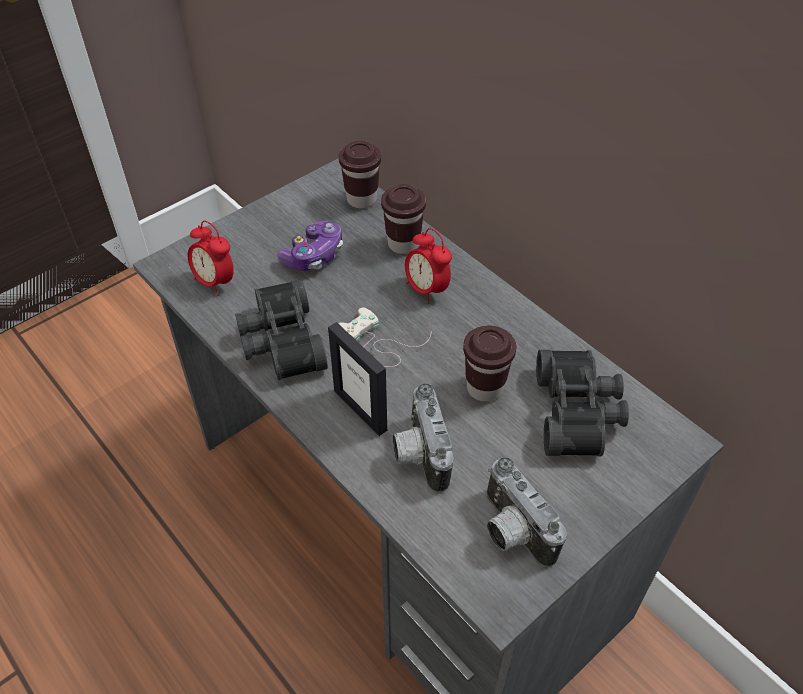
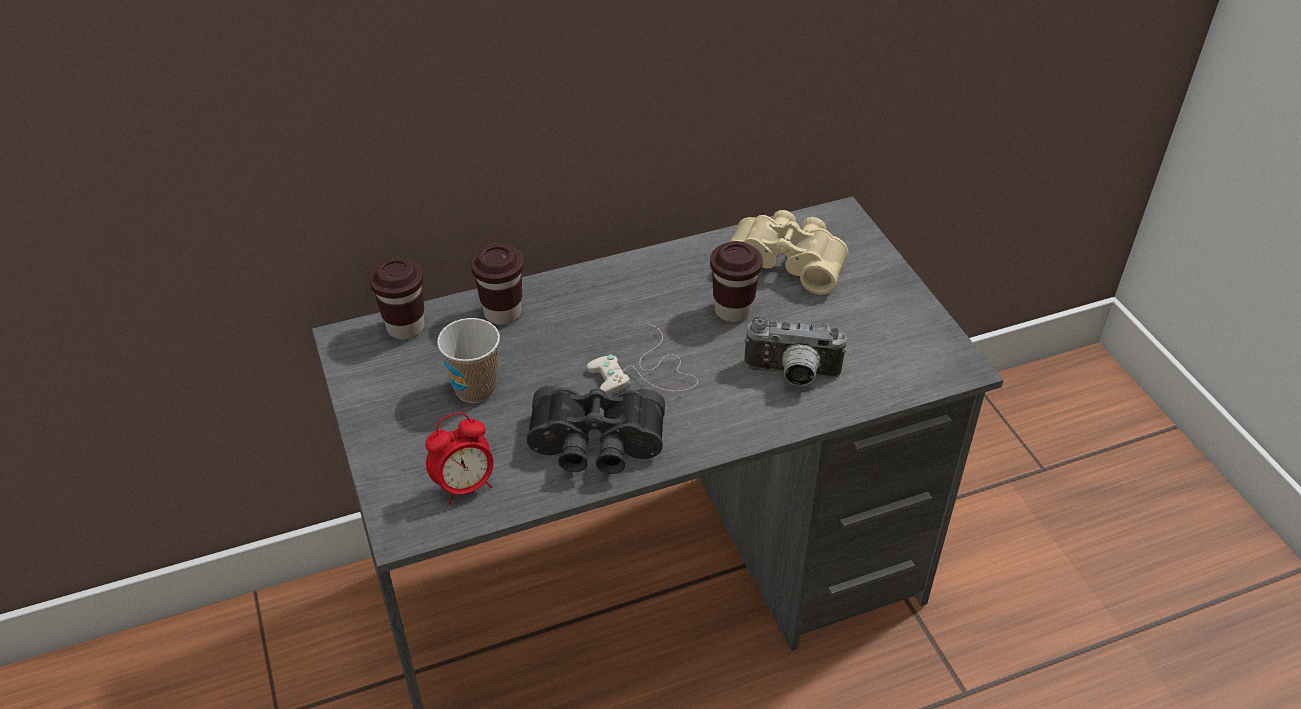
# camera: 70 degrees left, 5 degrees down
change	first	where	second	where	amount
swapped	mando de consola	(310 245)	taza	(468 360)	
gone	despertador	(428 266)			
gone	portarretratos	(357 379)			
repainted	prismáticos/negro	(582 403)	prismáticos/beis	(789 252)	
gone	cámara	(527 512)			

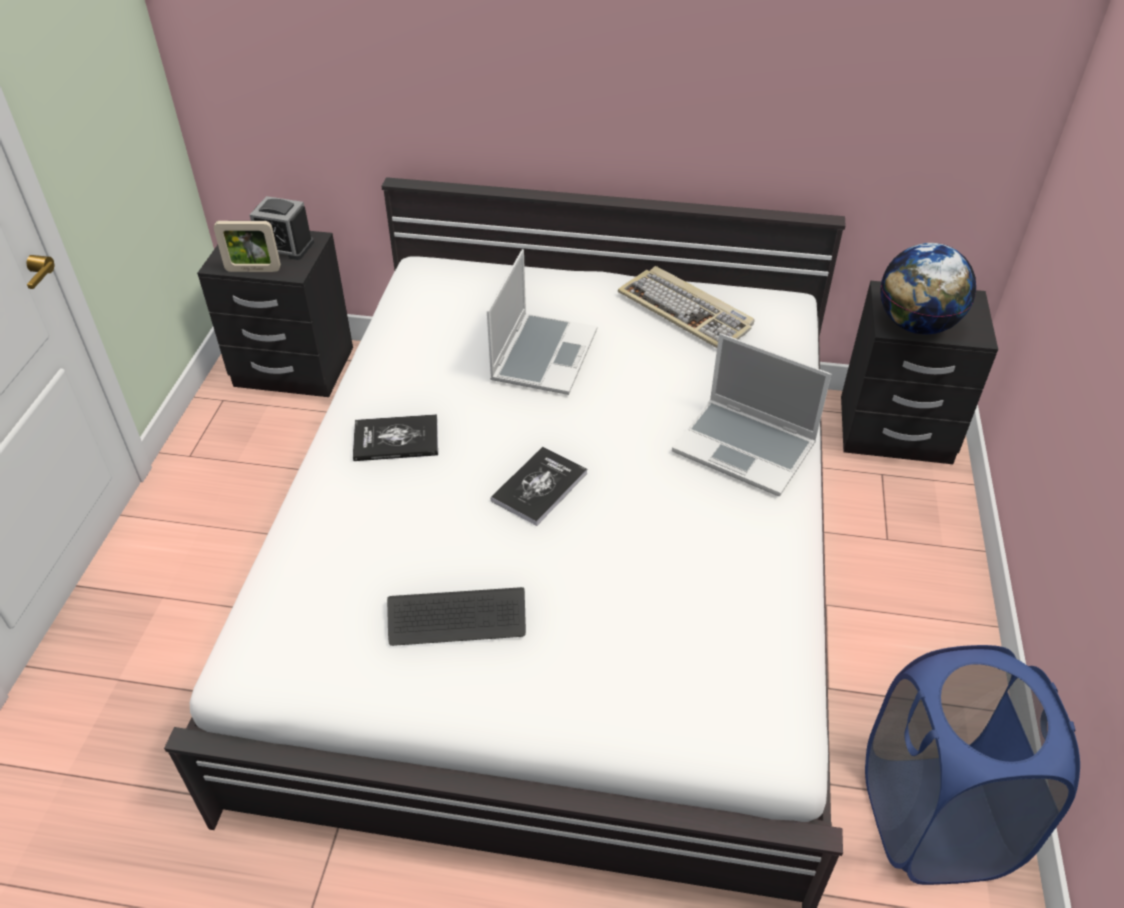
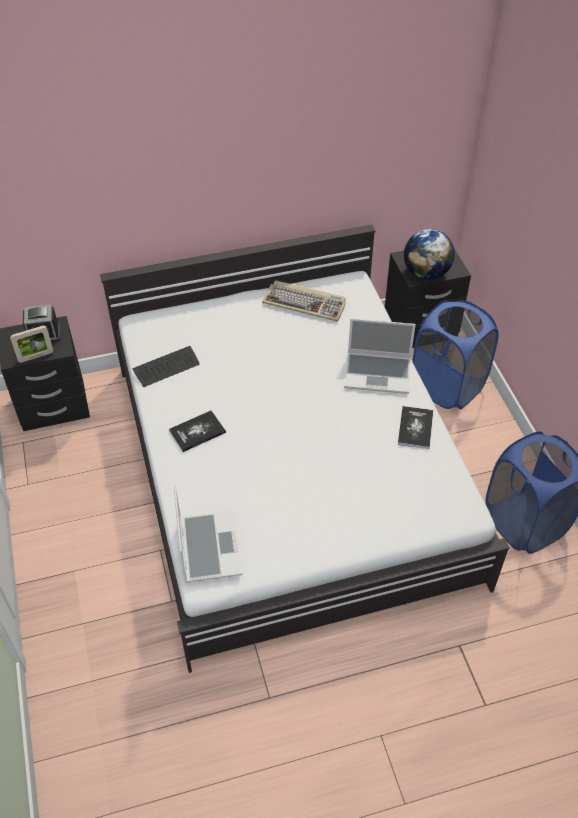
# camera: 25 degrees left, 5 degrees up
change	first	where	second	where	amount
shifted	portátil	(542 322)		(208 534)	
shifted	libro	(539 486)		(415 427)	
shifted	teclado	(456 616)		(166 366)	
new			cesto de la ropa/azul	(455 354)	

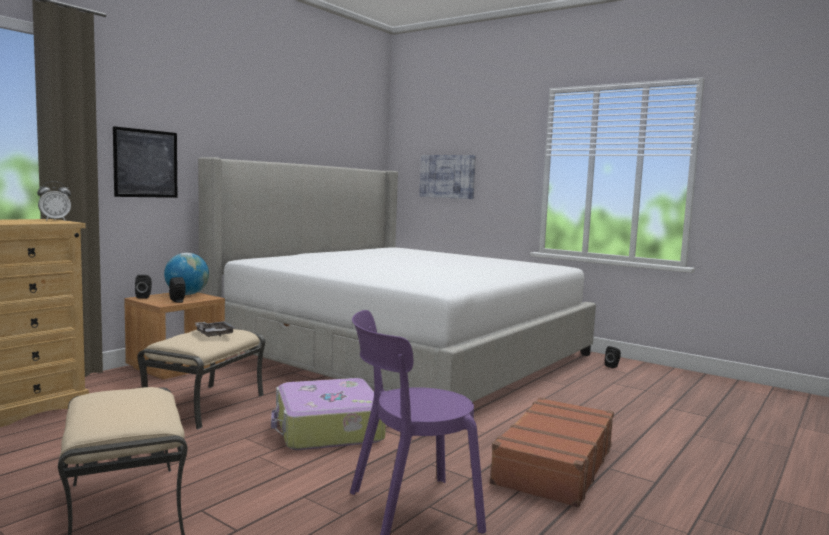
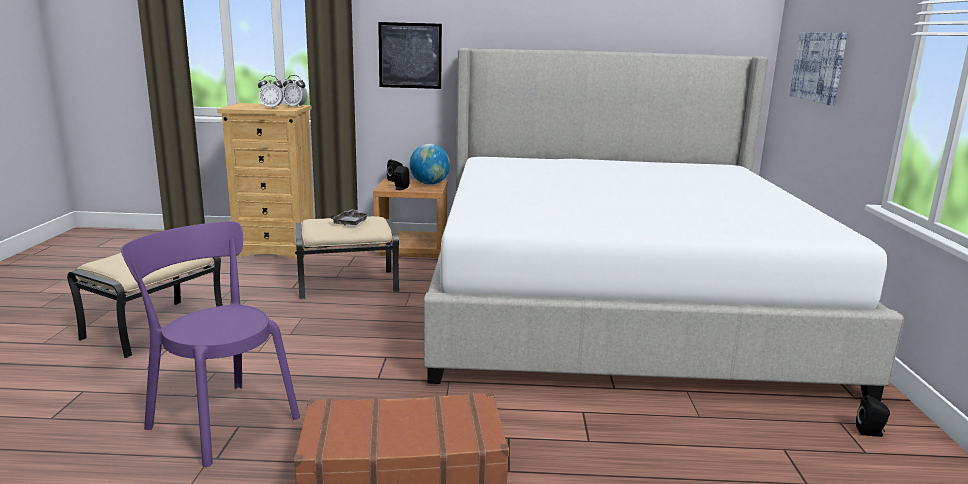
# camera: 55 degrees right, 10 degrees up
change	first	where	second	where	amount
gone	maleta	(328 414)			
new			despertador	(271 92)	

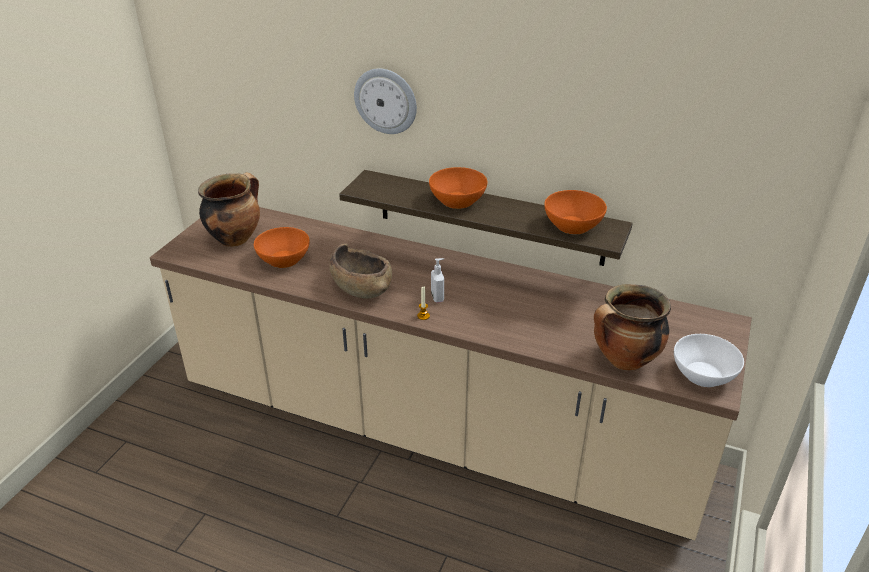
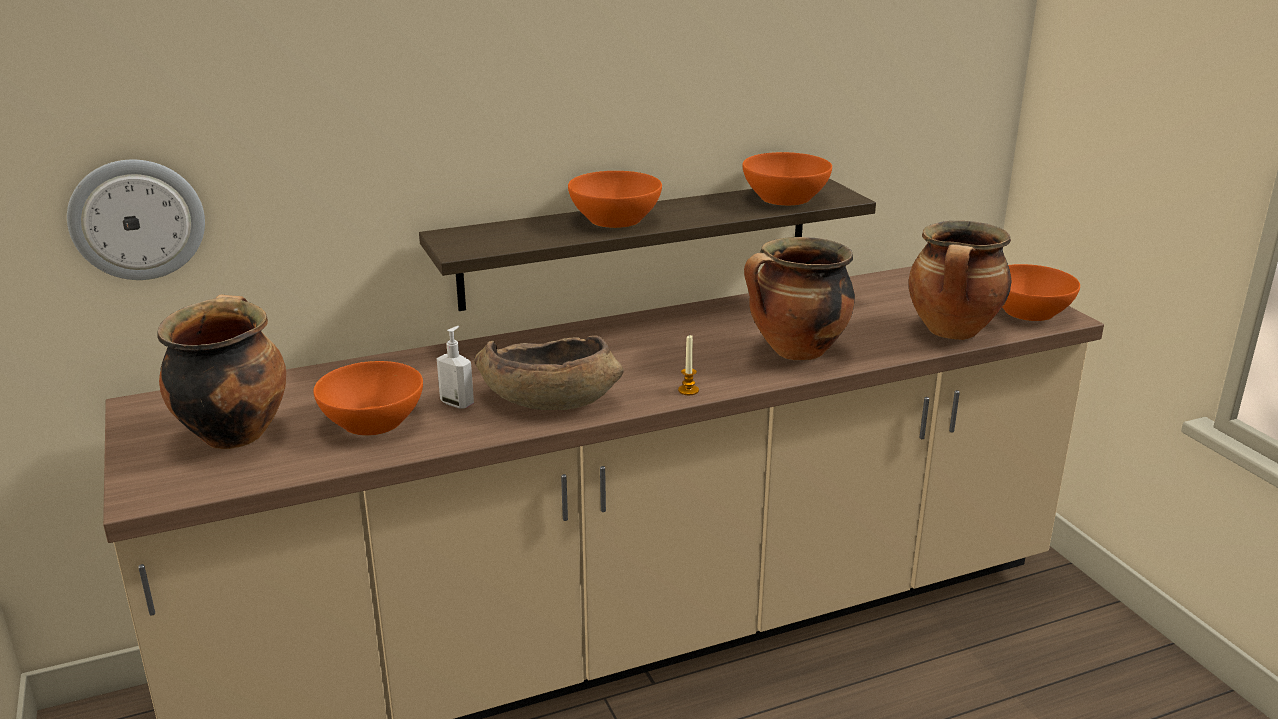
# camera: 45 degrees left, 10 degrees down
change	first	where	second	where	amount
shifted	reloj de pared	(385 101)		(136 220)	
shifted	dispensador de jabón	(437 280)		(455 367)	
repainted	cuenco/blanco	(709 360)	cuenco/naranja	(1041 292)	
new			olla	(799 298)	

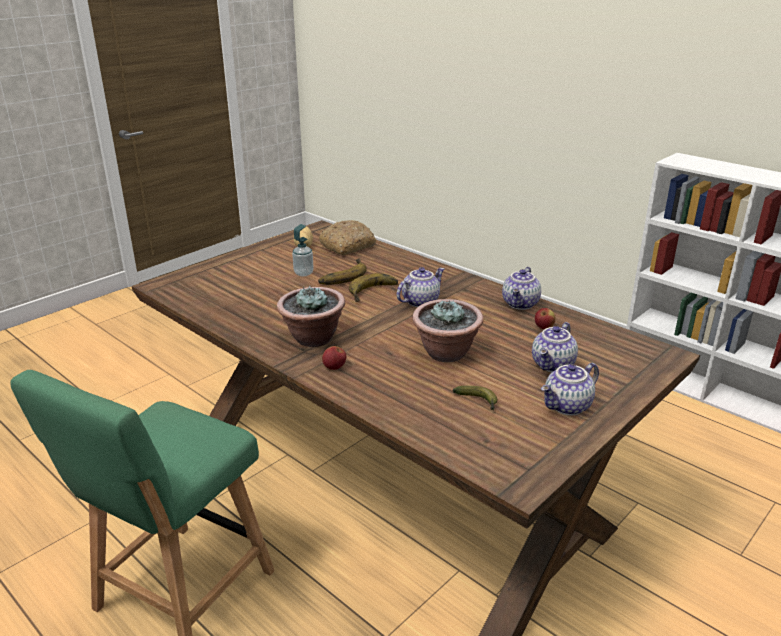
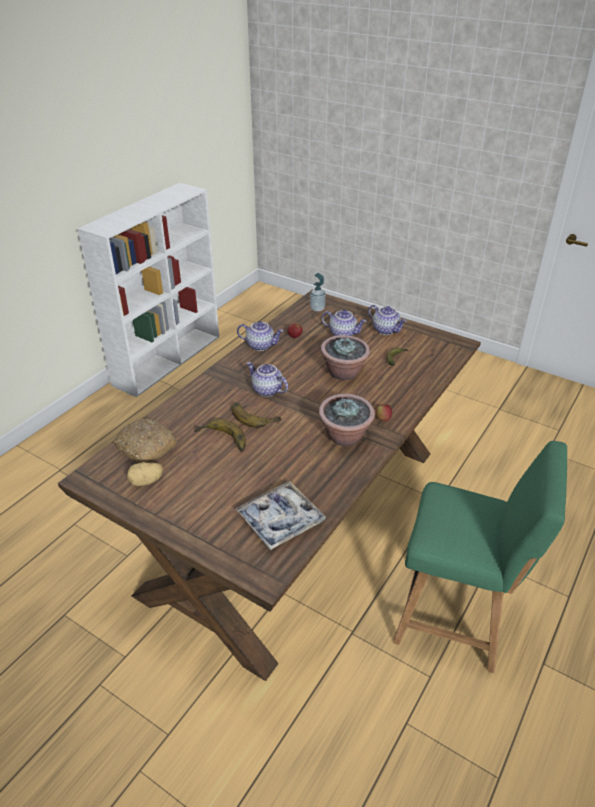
# camera: 100 degrees left, 10 degrees up
change	first	where	second	where	amount
shifted	dispensador de jabón	(303 250)		(317 292)	
new			bandeja	(280 515)	

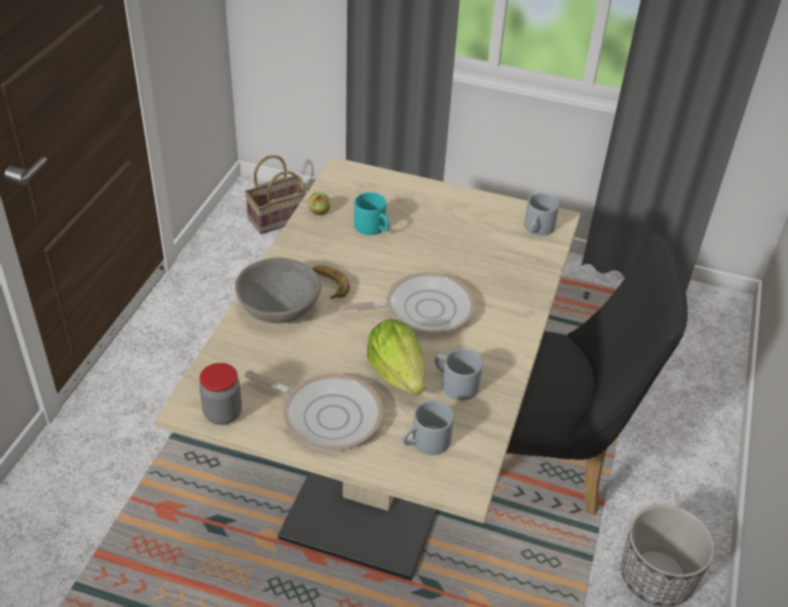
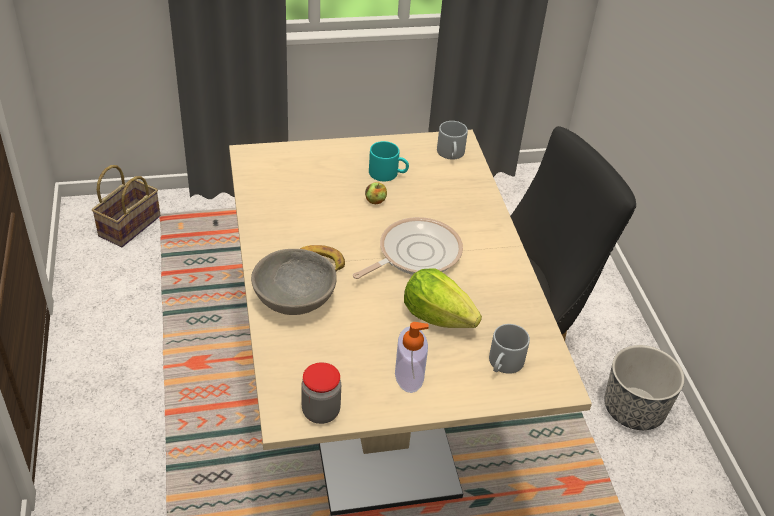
# camera: 30 degrees left, 0 degrees up
change	first	where	second	where	amount
shifted	taza grande/turquesa	(371 213)		(389 161)	
shifted	manzana	(319 204)		(376 193)	
gone	taza grande/gris	(459 374)			
swapped	sartén	(314 410)	dispensador de jabón	(412 357)	

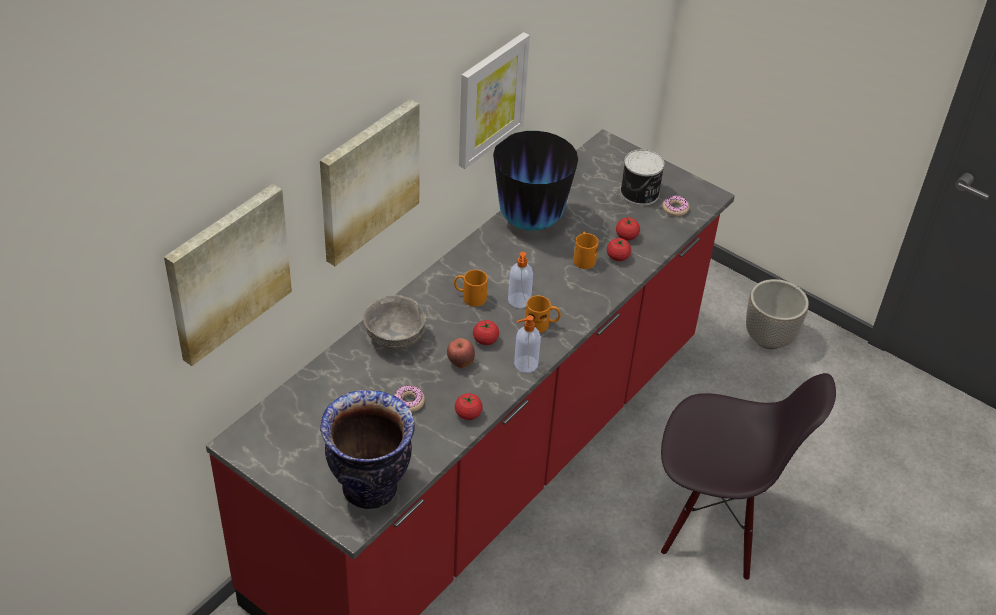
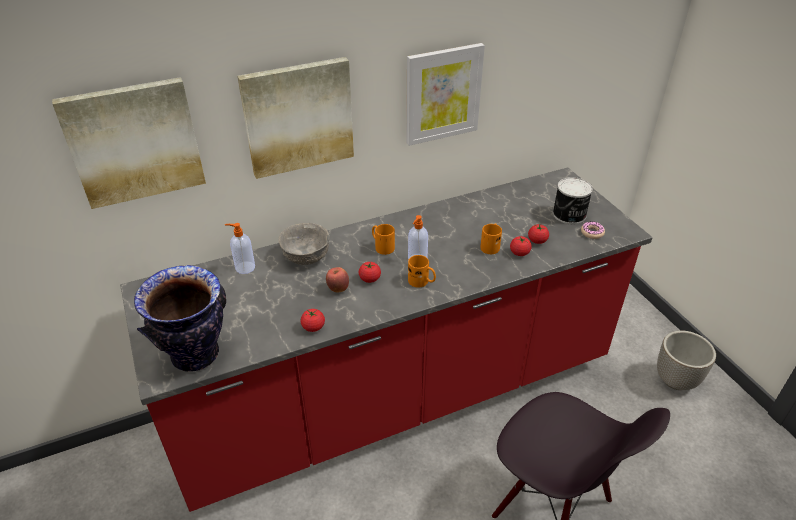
# camera: 30 degrees right, 5 degrees down
change	first	where	second	where	amount
gone	florero	(535 180)			
shifted	dispensador de jabón	(527 344)		(240 248)	
gone	rosquilla	(409 399)			

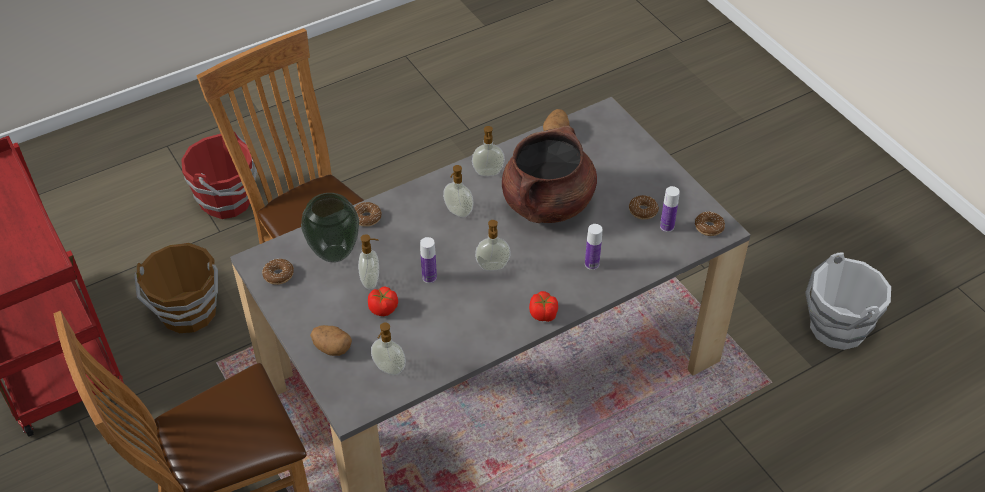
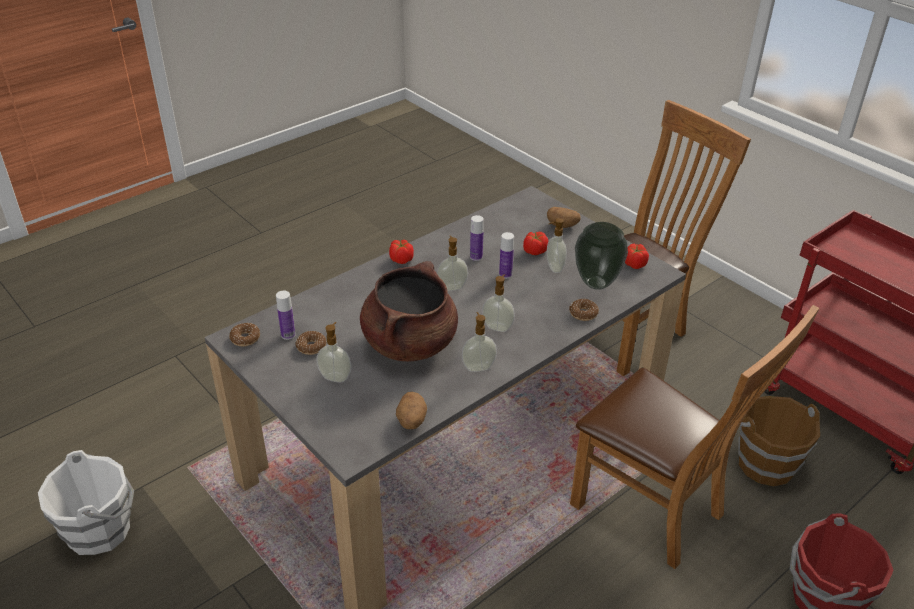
# camera: 170 degrees right, 10 degrees down
change	first	where	second	where	amount
shifted	botella	(594 247)		(477 238)	
swapped	rosquilla	(278 272)	tomate	(637 256)	
shifted	dispensador de jabón	(388 348)		(333 352)	

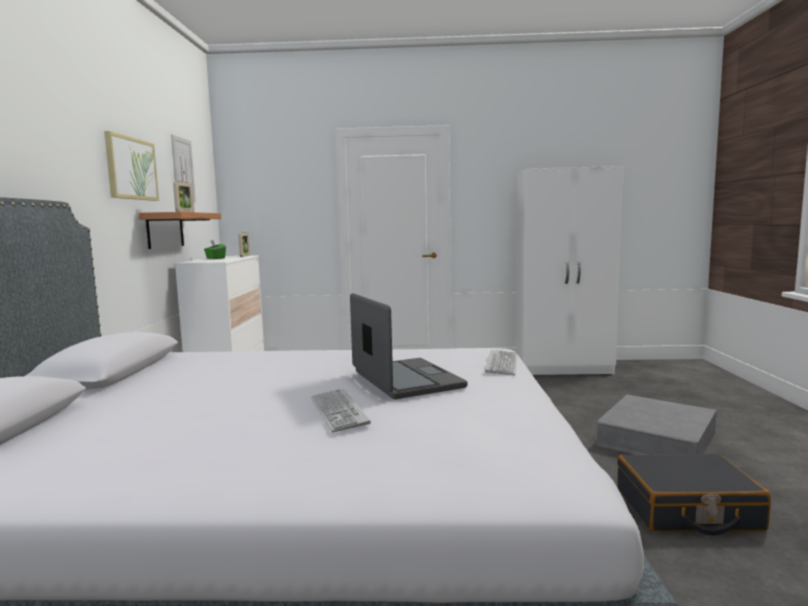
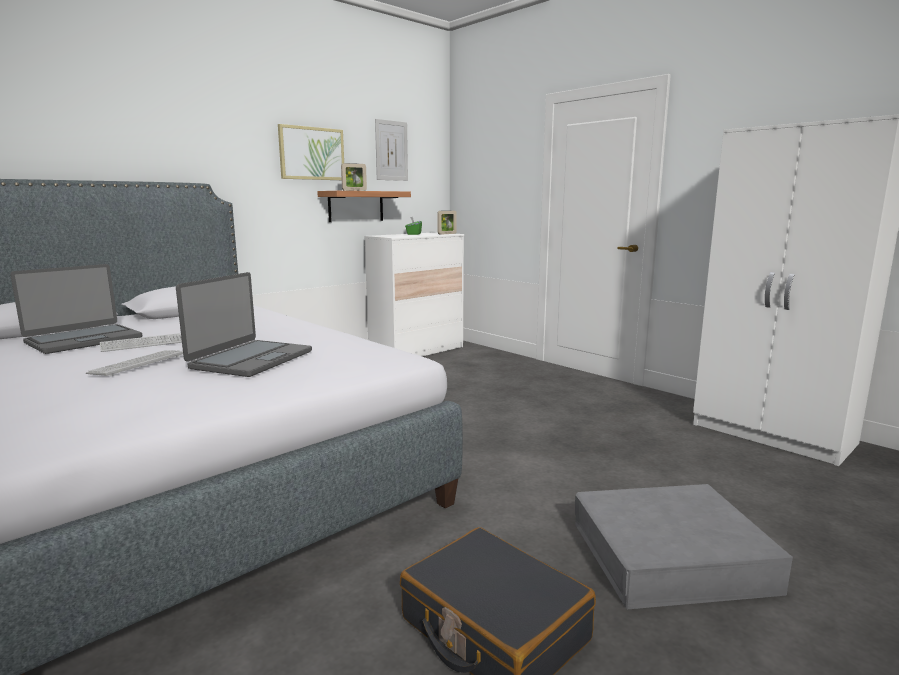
# camera: 45 degrees right, 5 degrees up
change	first	where	second	where	amount
shifted	teclado	(501 362)		(141 342)	
new			portátil	(76 309)	

